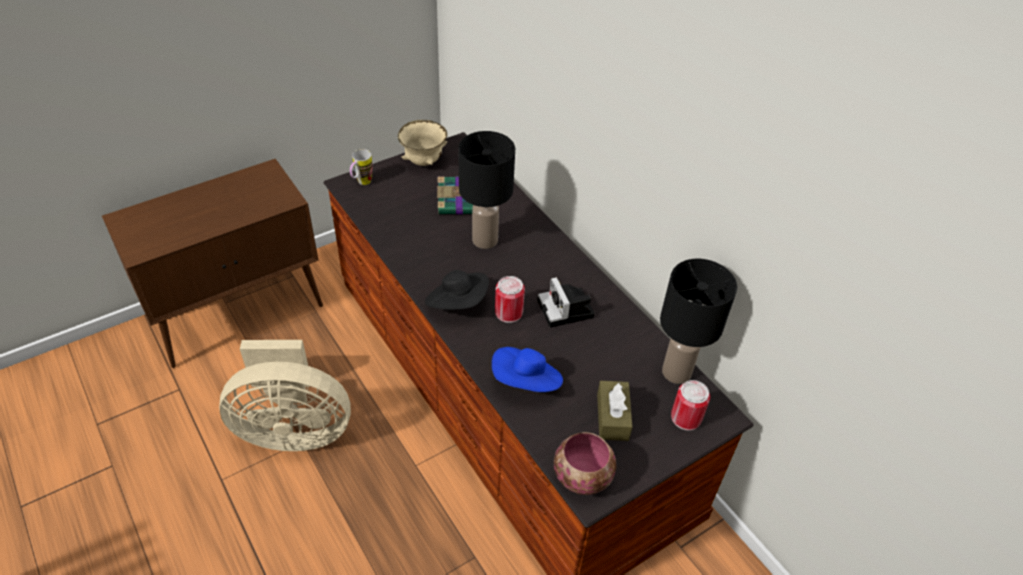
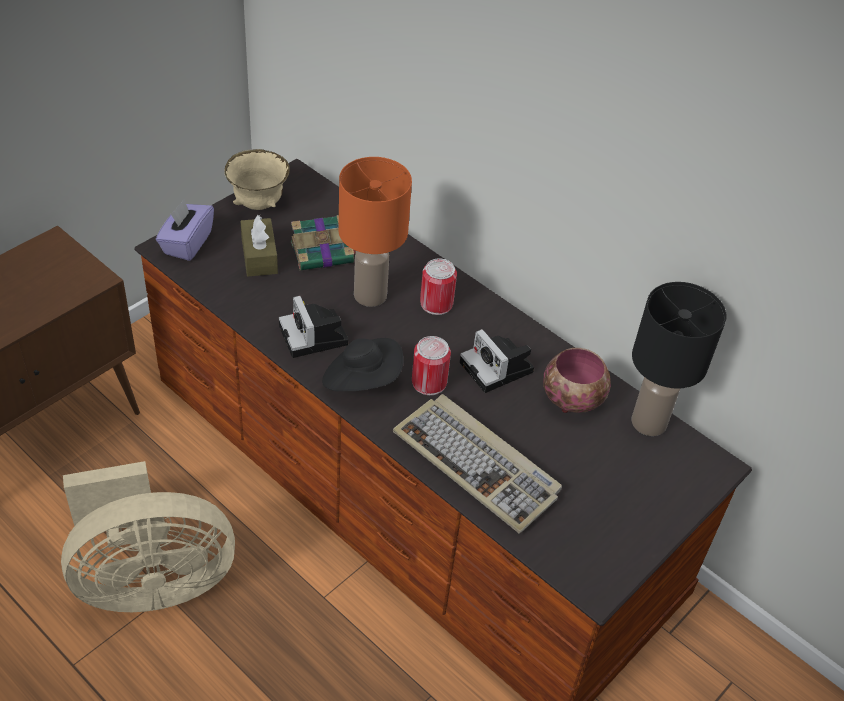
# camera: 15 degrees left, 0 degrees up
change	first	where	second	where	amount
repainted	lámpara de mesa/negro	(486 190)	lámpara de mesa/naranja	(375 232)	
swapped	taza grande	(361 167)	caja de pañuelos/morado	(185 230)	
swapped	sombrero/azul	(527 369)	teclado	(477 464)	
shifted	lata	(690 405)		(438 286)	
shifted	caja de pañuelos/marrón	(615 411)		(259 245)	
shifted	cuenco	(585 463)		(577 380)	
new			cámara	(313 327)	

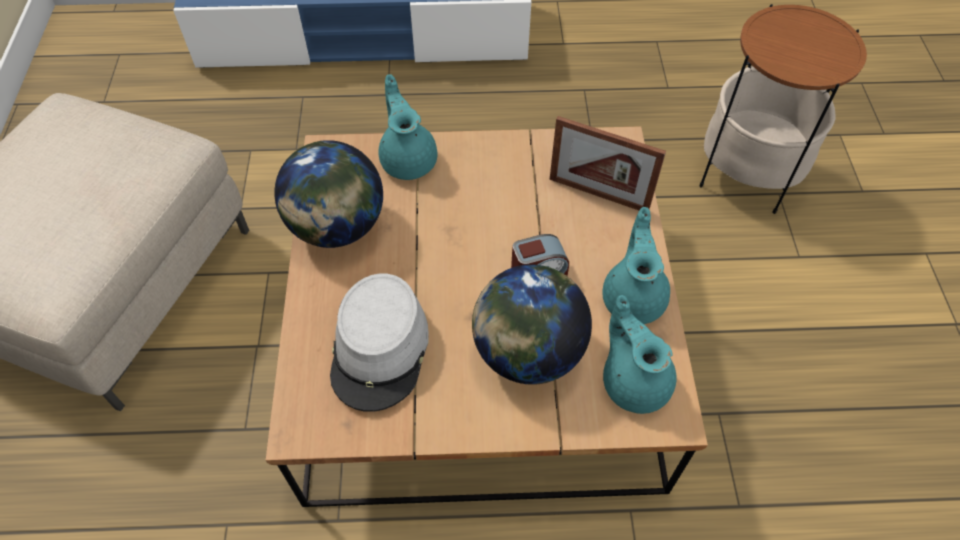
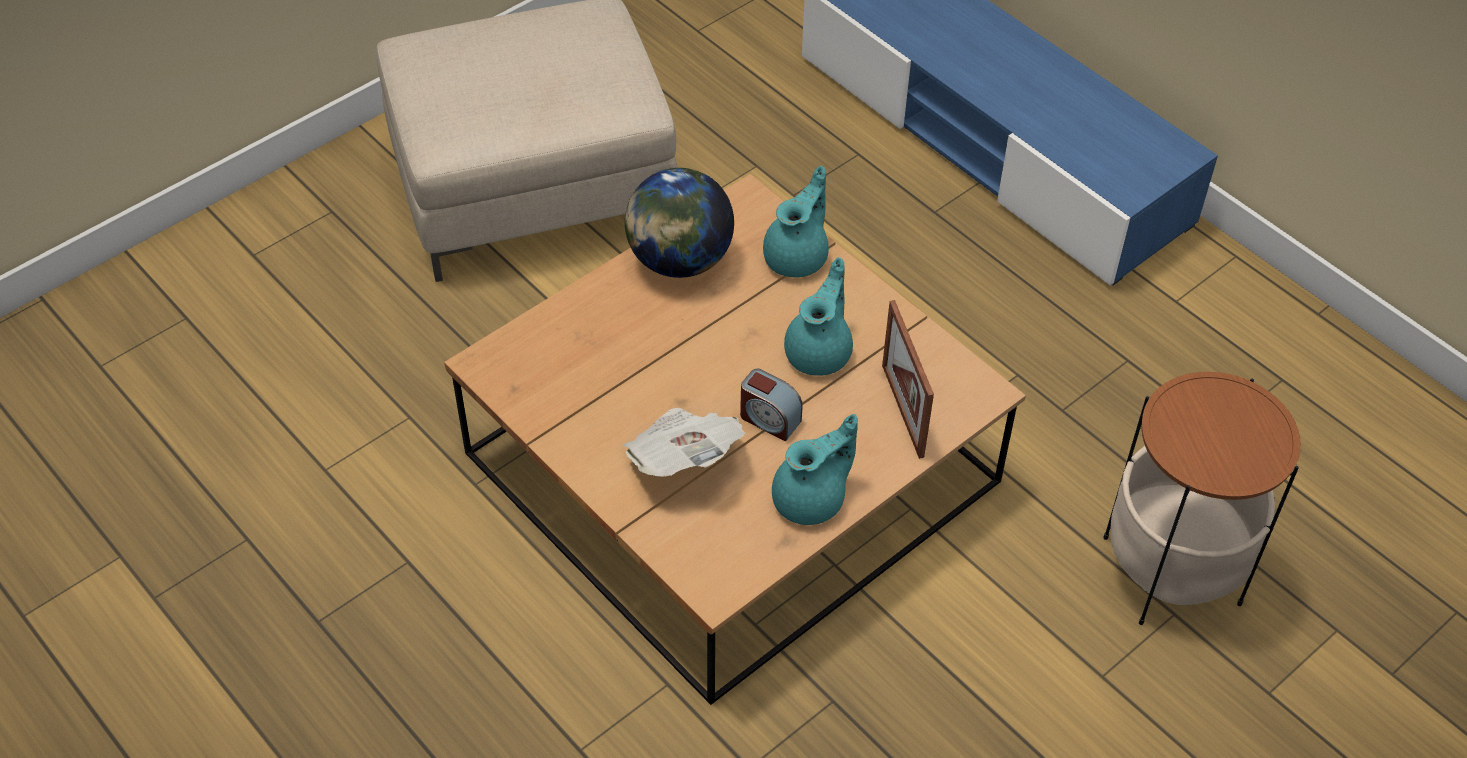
# camera: 50 degrees right, 5 degrees down
change	first	where	second	where	amount
swapped	globo terráqueo	(532 324)	periódico	(684 442)	
gone	sombrero/gris	(379 343)			
shifted	tetera/turquesa	(640 354)		(818 316)	

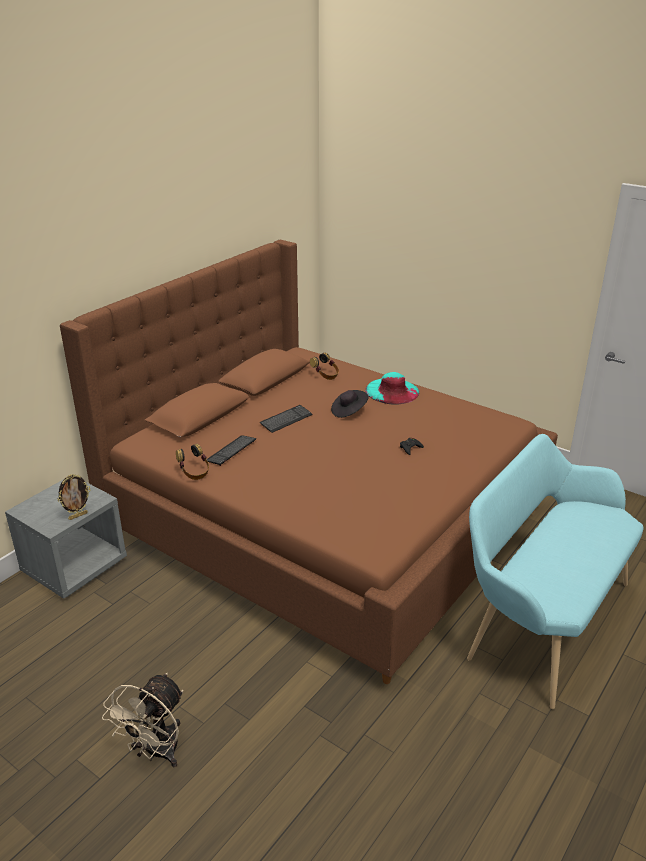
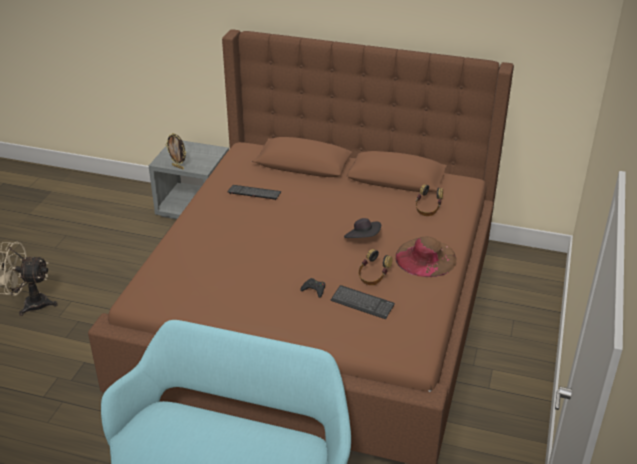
# camera: 70 degrees right, 5 degrees up
change	first	where	second	where	amount
repainted	sombrero/turquesa	(392 388)	sombrero/marrón	(426 256)	
shifted	teclado	(286 419)		(362 302)	
shifted	auriculares	(192 462)		(375 267)	

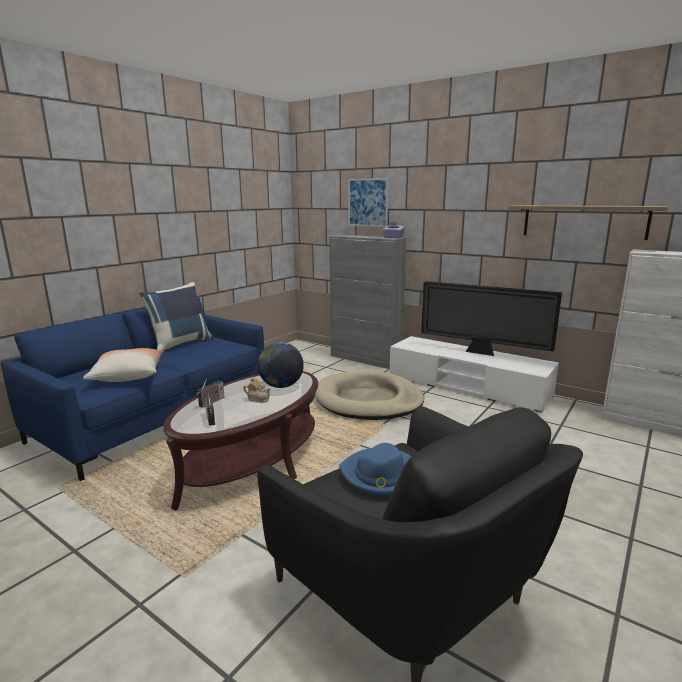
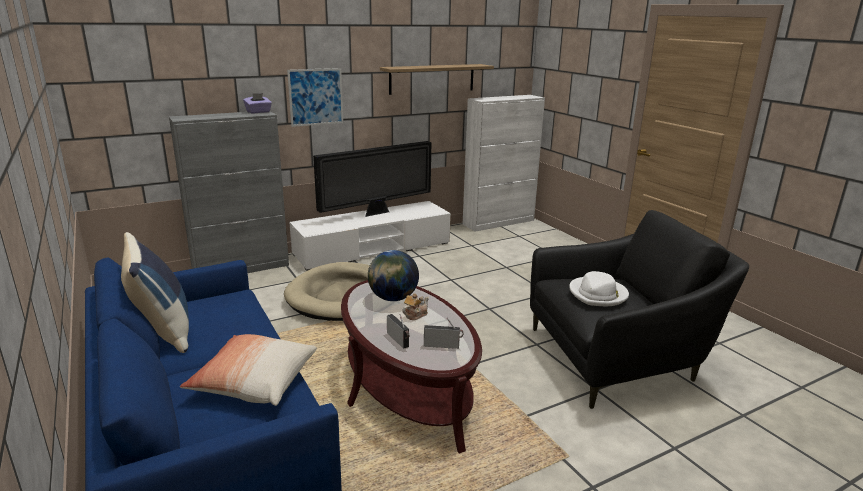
# camera: 65 degrees left, 5 degrees up
change	first	where	second	where	amount
shifted	cuadro	(368 202)		(315 97)	
repainted	sombrero/azul	(375 469)	sombrero/blanco	(599 288)	

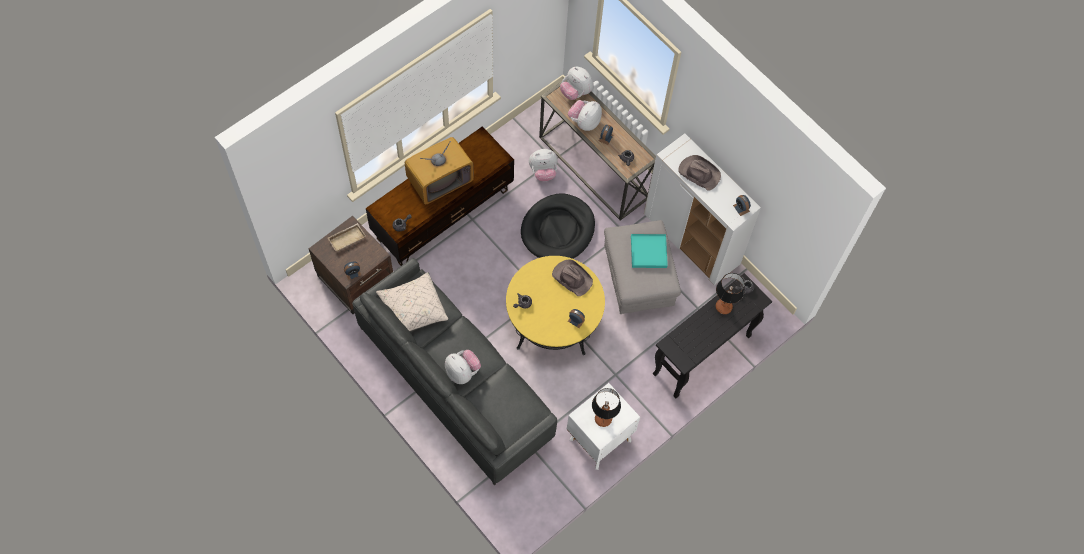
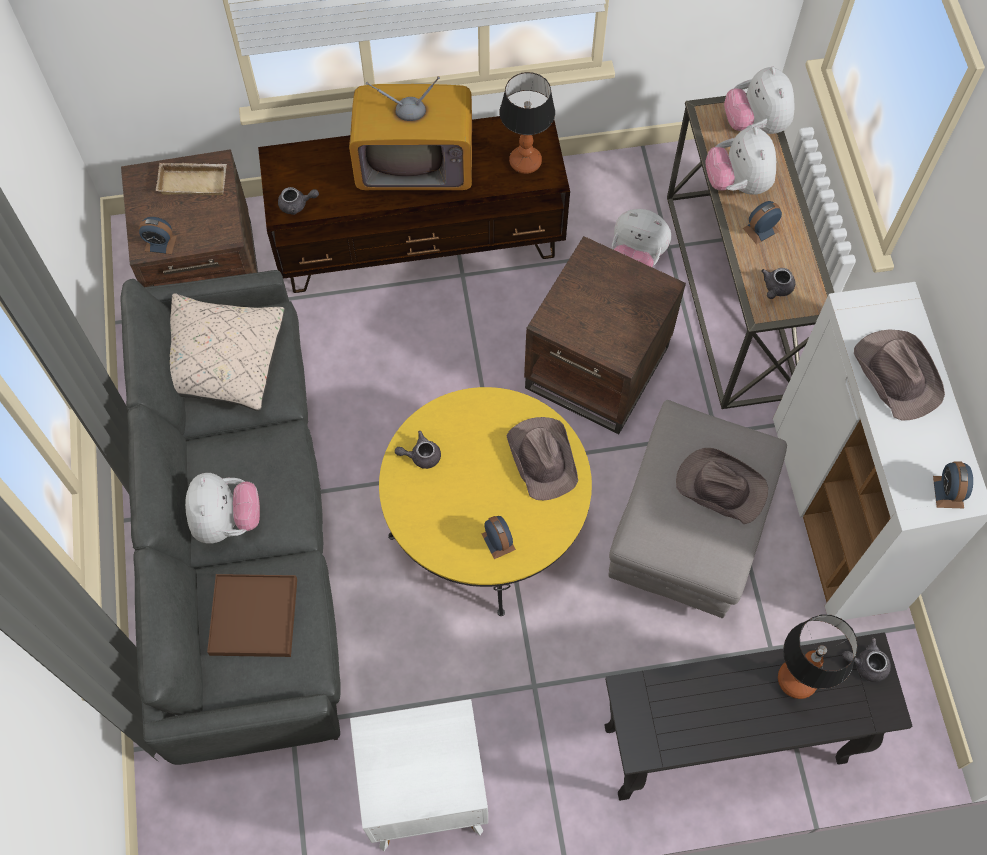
# camera: 35 degrees right, 0 degrees up
change	first	where	second	where	amount
rotated	peluche	(585 115)		(740 161)	75 degrees counterclockwise
swapped	cama para perro/negro	(558 226)	mesa auxiliar/marrón	(605 335)	
swapped	bandeja/turquesa	(649 251)	sombrero/marrón	(722 486)	
shifted	lámpara de mesa	(606 407)		(527 123)	
new			bandeja/marrón	(252 615)	

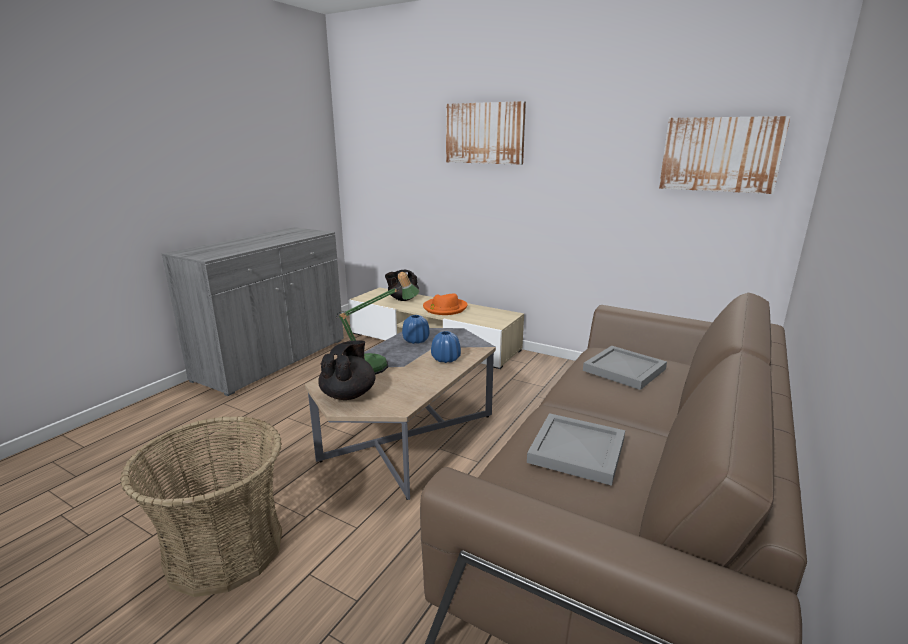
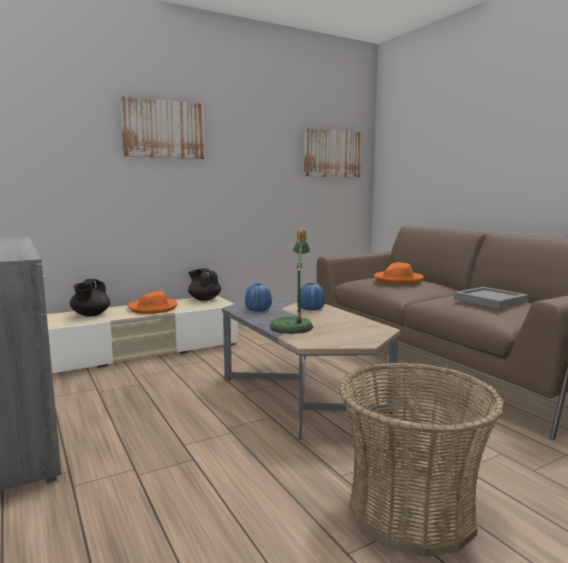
# camera: 60 degrees left, 10 degrees down
change	first	where	second	where	amount
shifted	tetera/negro	(346 370)		(204 284)	
swapped	bandeja/gris	(625 368)	sombrero/naranja	(399 273)	

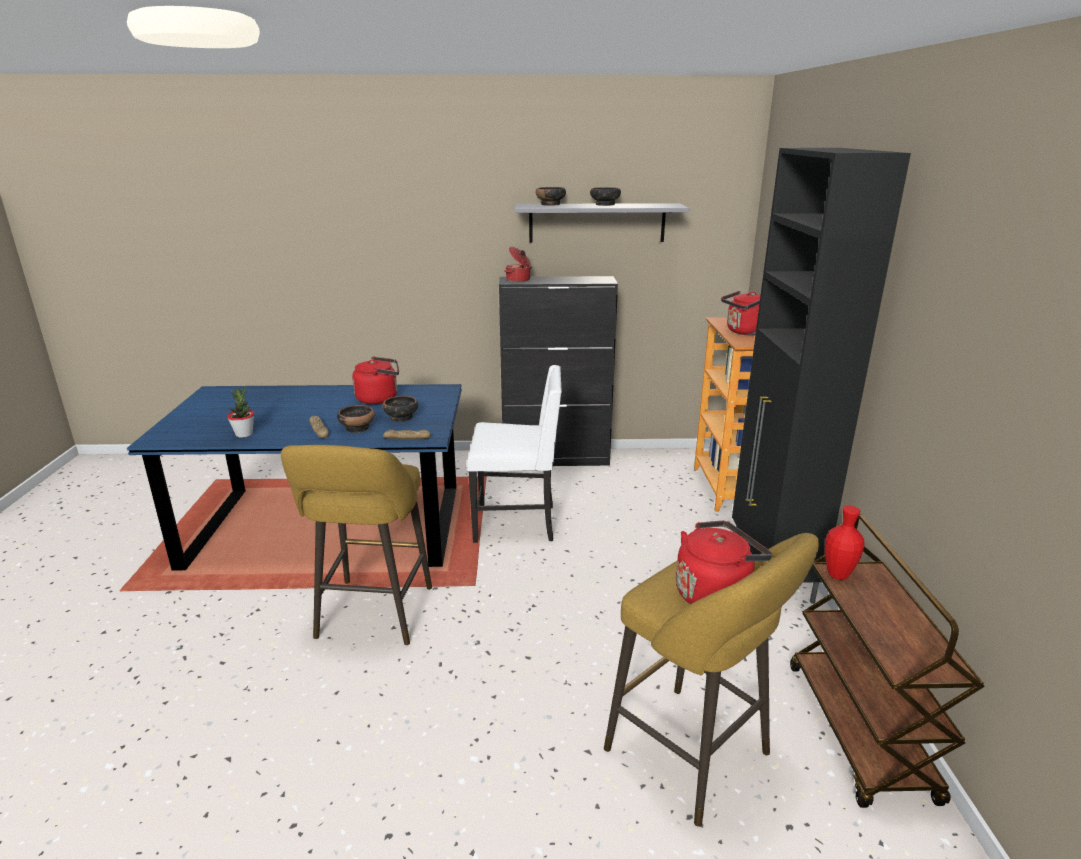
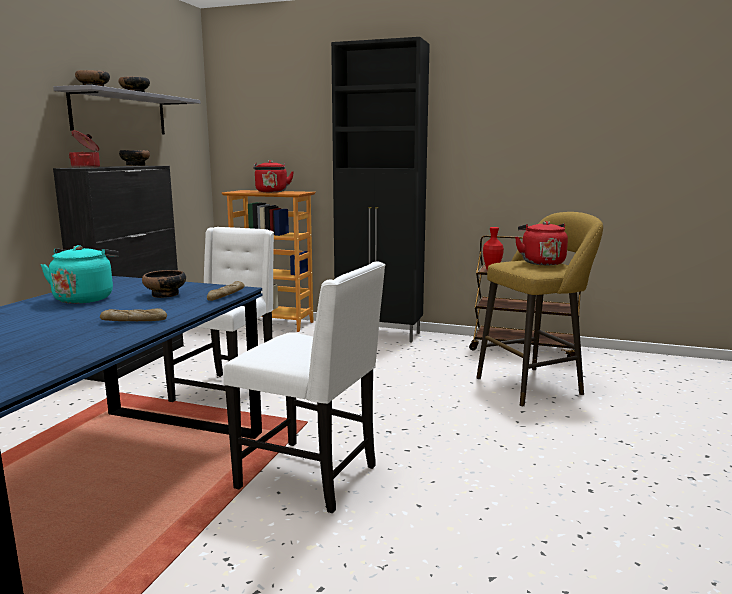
# camera: 70 degrees left, 10 degrees down
change	first	where	second	where	amount
repainted	hervidor/rojo	(375 380)	hervidor/turquesa	(80 274)	
gone	planta en maceta	(240 411)			
shifted	cuenco	(356 419)		(134 158)	
swapped	taburete/amarillo	(356 545)	silla/blanco	(304 387)	

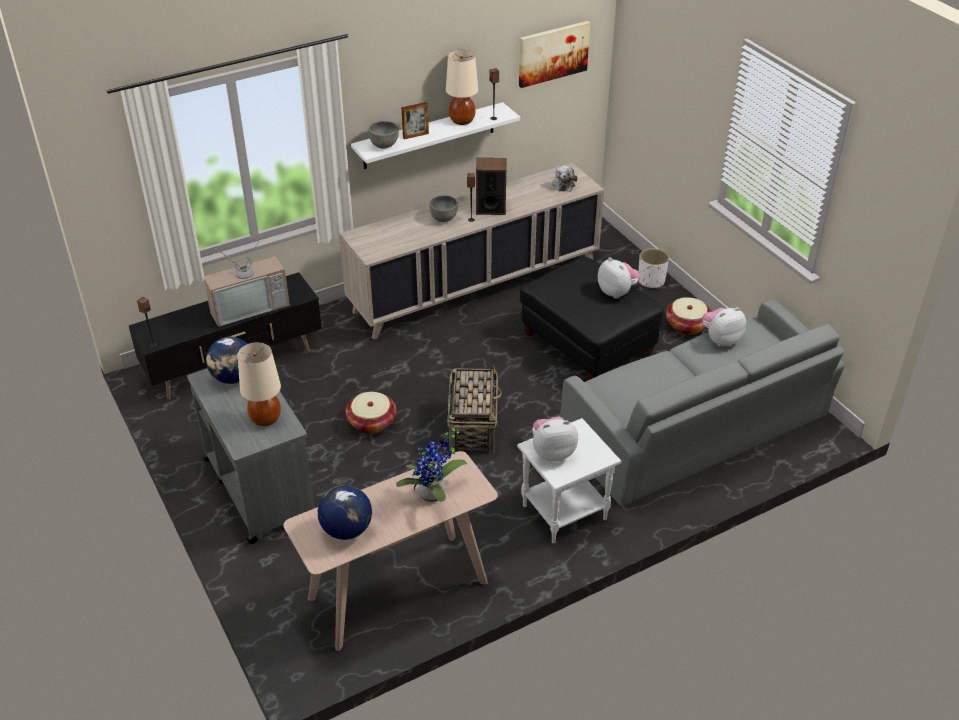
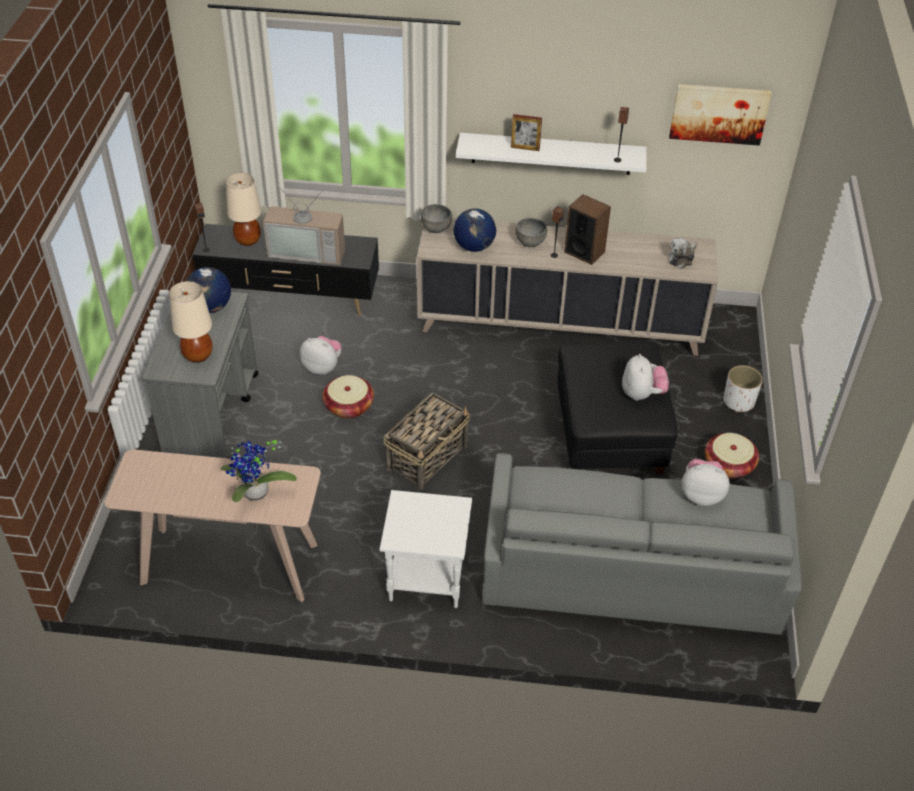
# camera: 35 degrees right, 5 degrees up
change	first	where	second	where	amount
shifted	lámpara de mesa/beis	(462 87)		(243 209)	
shifted	cuenco/gris	(383 135)		(436 218)	
shifted	peluche	(555 438)		(321 355)	
shifted	globo terráqueo	(345 512)		(475 230)	

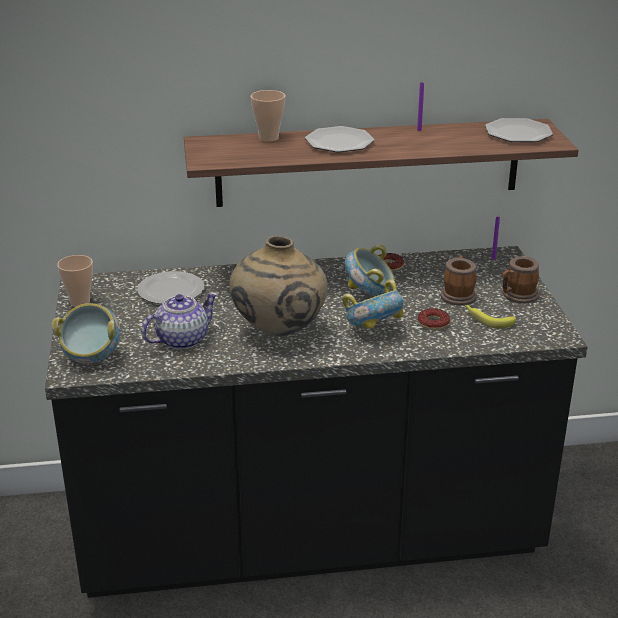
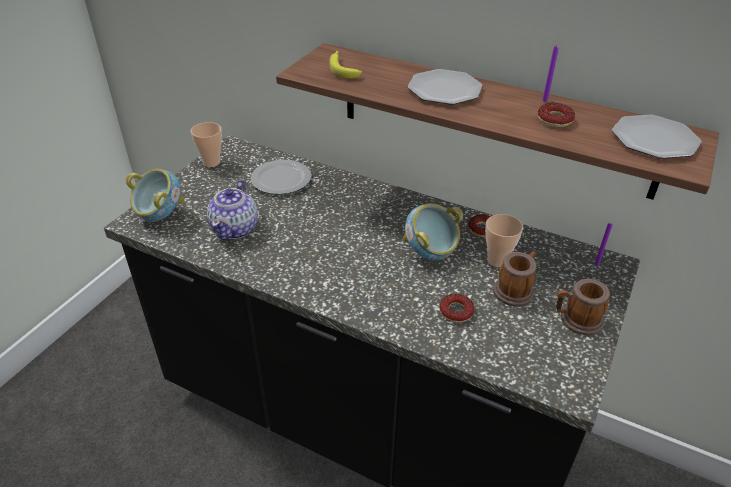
# camera: 35 degrees right, 10 degrees up
change	first	where	second	where	amount
shifted	taza	(268 116)		(504 240)	
gone	florero/beis	(278 286)			
gone	cuenco	(373 304)			
rotated	tetera	(180 321)		(232 210)	105 degrees clockwise
shifted	plátano	(490 317)		(345 65)	
new			rosquilla	(556 115)	

